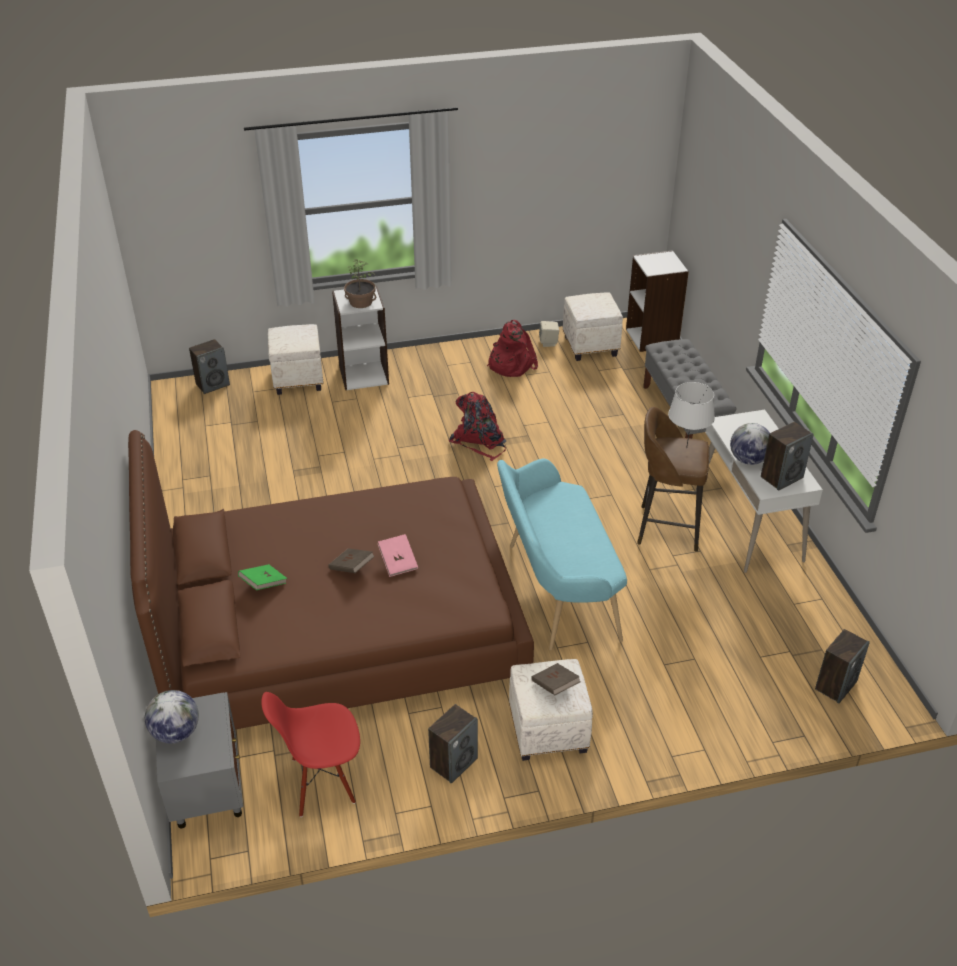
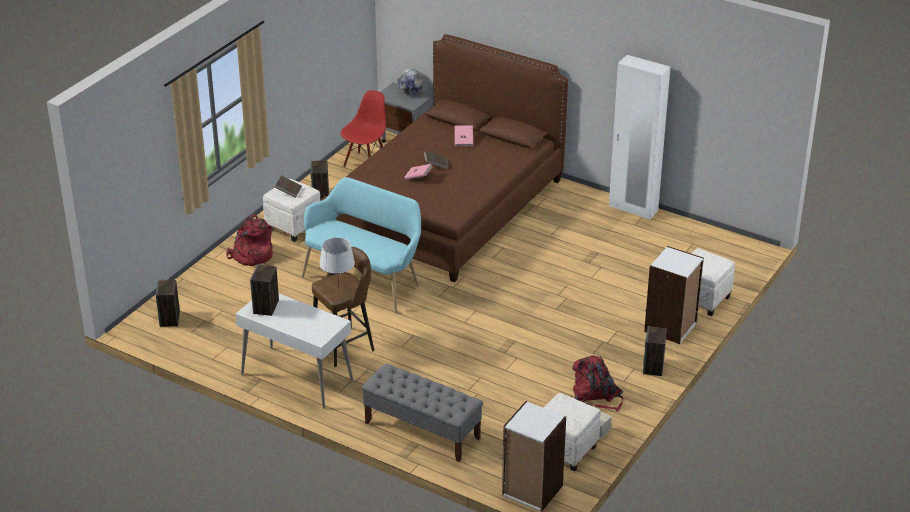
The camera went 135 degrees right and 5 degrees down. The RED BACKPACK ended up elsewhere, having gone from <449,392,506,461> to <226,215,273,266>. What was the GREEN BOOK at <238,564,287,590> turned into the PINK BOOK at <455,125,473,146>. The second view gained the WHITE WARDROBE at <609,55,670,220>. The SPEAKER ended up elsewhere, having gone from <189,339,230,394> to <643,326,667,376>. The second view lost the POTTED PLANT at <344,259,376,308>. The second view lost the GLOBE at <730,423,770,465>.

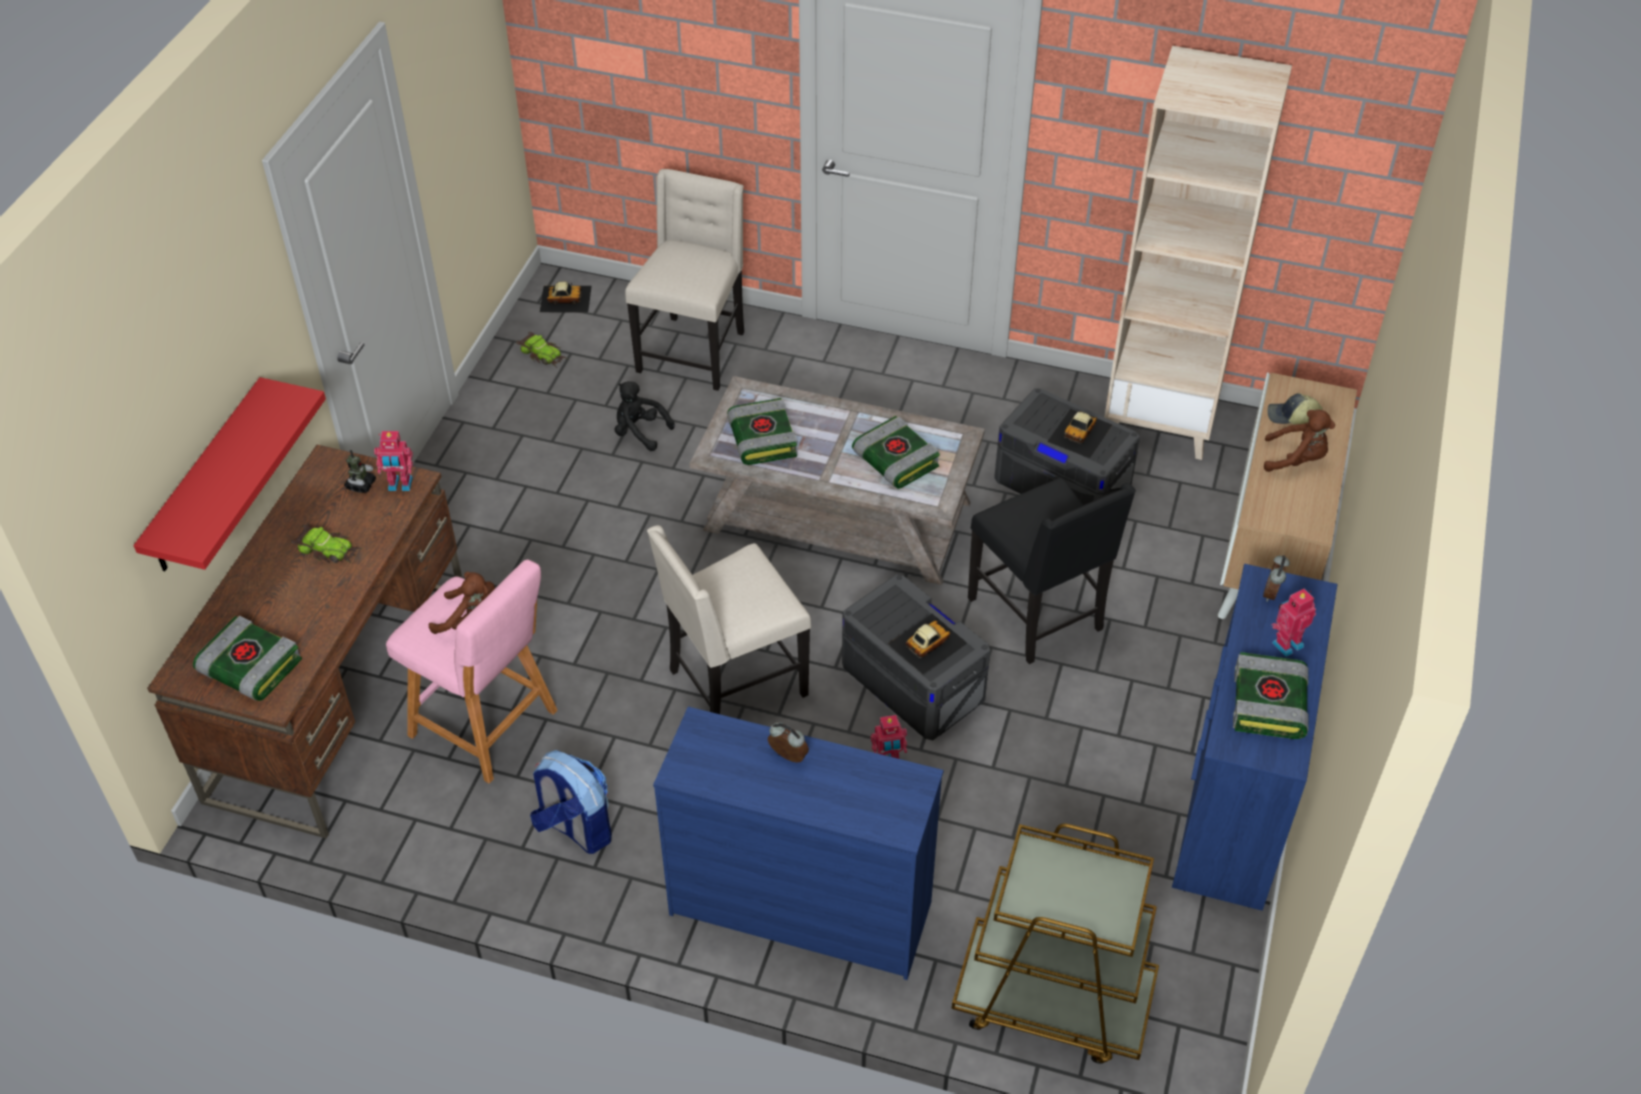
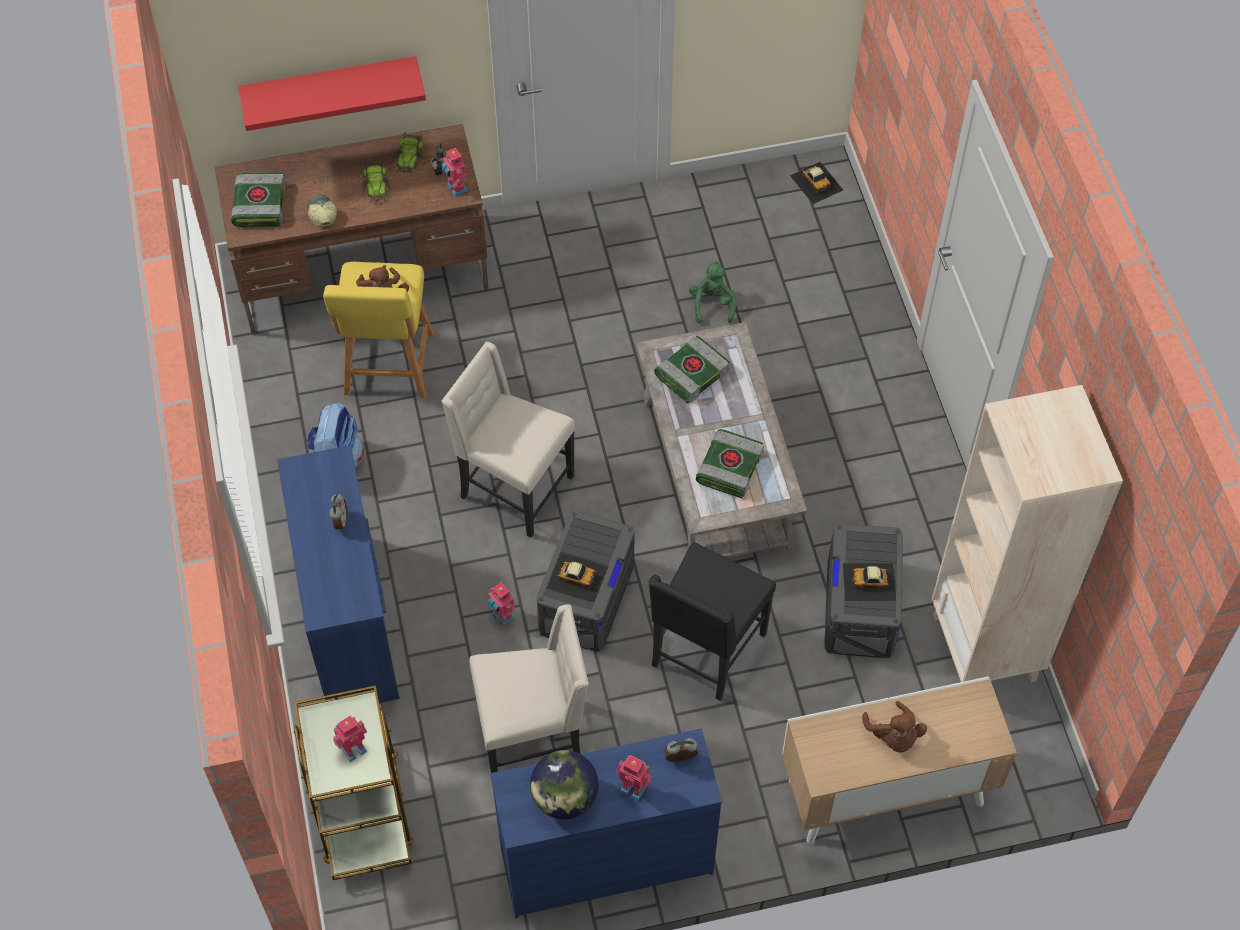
The camera went 60 degrees right and 10 degrees up. The CAP ended up elsewhere, having gone from <1267,393,1323,425> to <307,195,337,228>. What was the PINK STOOL at <386,560,558,784> turned into the YELLOW STOOL at <323,262,434,398>. The second view gained the TOY ROBOT at <333,715,367,762>. The TOY CAR ended up elsewhere, having gone from <516,332,568,367> to <393,132,423,175>. The BEIGE CHAIR ended up elsewhere, having gone from <625,169,744,391> to <469,604,589,773>. Where the BOOK stood at <1233,652,1308,739>, the GLOBE came to stand at <530,750,599,819>. What was the BLACK PLUSH TOY at <615,381,674,451> turned into the GREEN PLUSH TOY at <689,261,736,323>.

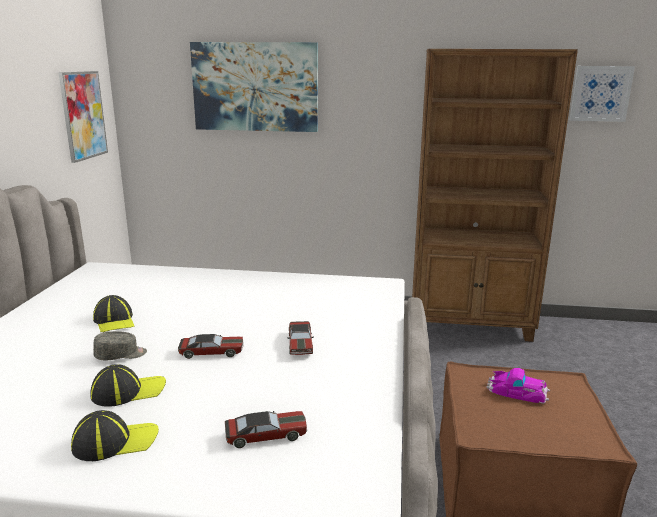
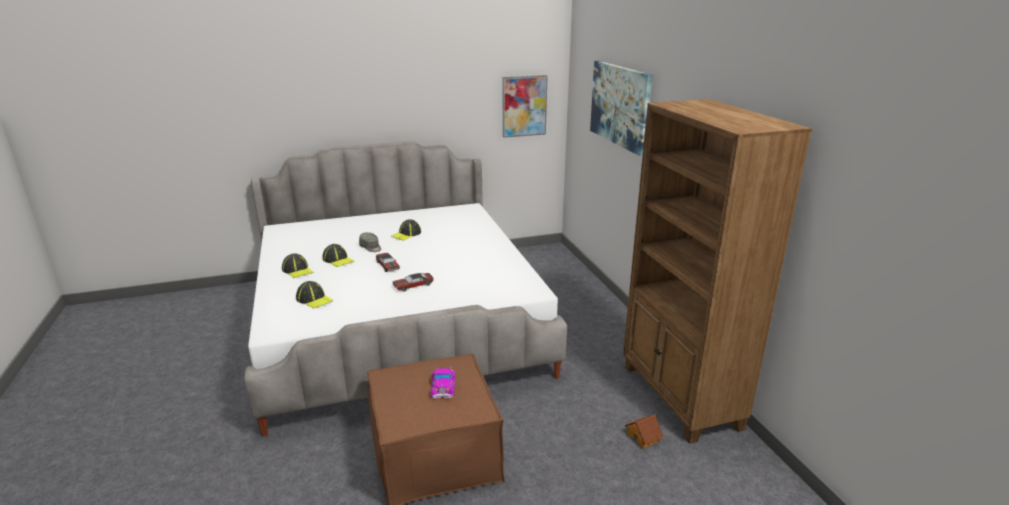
The camera went 65 degrees right and 5 degrees up. Where the TOY CAR stood at <225,411,307,448>, the CAP came to stand at <296,281,333,308>. The second view gained the TOY HOUSE at <625,414,663,449>. The second view lost the PICTURE at <570,66,635,122>.

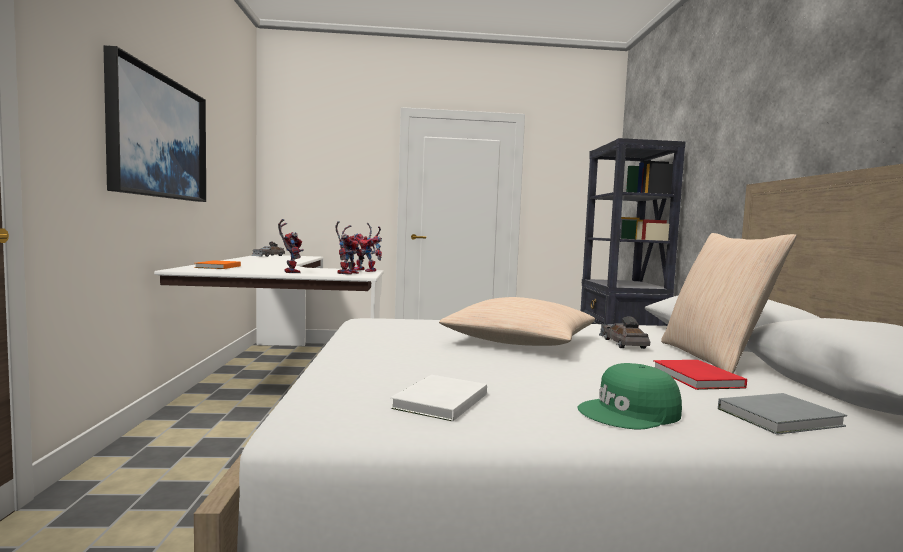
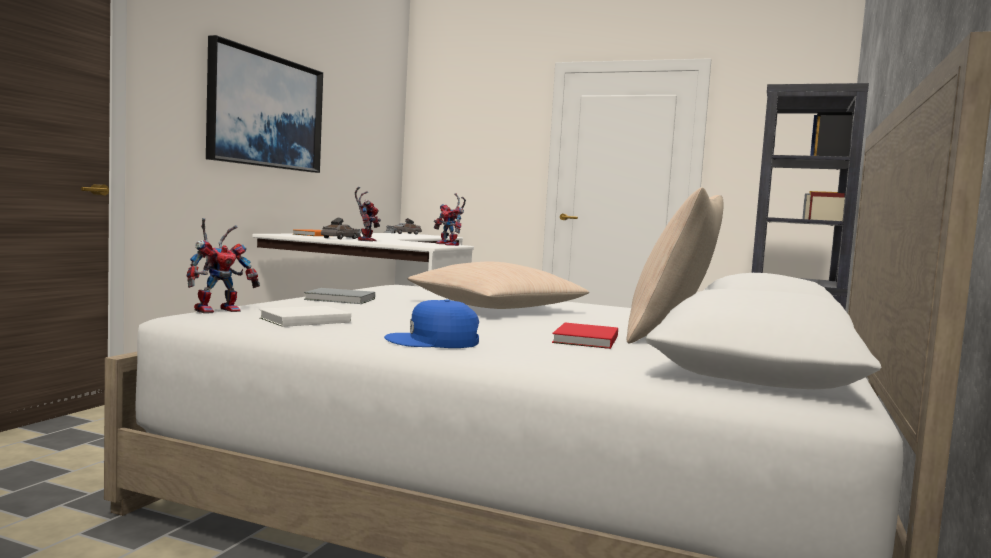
The camera went 25 degrees right and 0 degrees up. The TOY ROBOT ended up elsewhere, having gone from <335,221,365,275> to <187,218,260,314>. The GREY BOOK ended up elsewhere, having gone from <718,393,847,435> to <304,288,375,304>. The GREY TOY CAR ended up elsewhere, having gone from <599,316,650,349> to <321,218,361,239>. What was the GREEN CAP at <577,363,682,430> turned into the BLUE CAP at <384,299,479,348>.

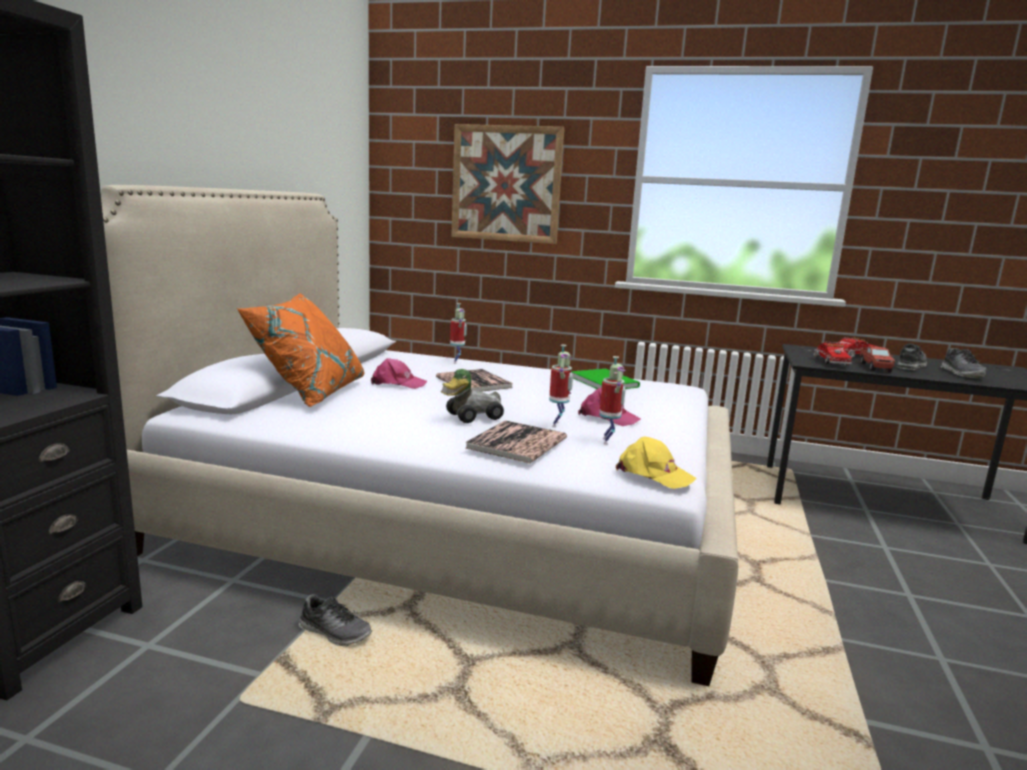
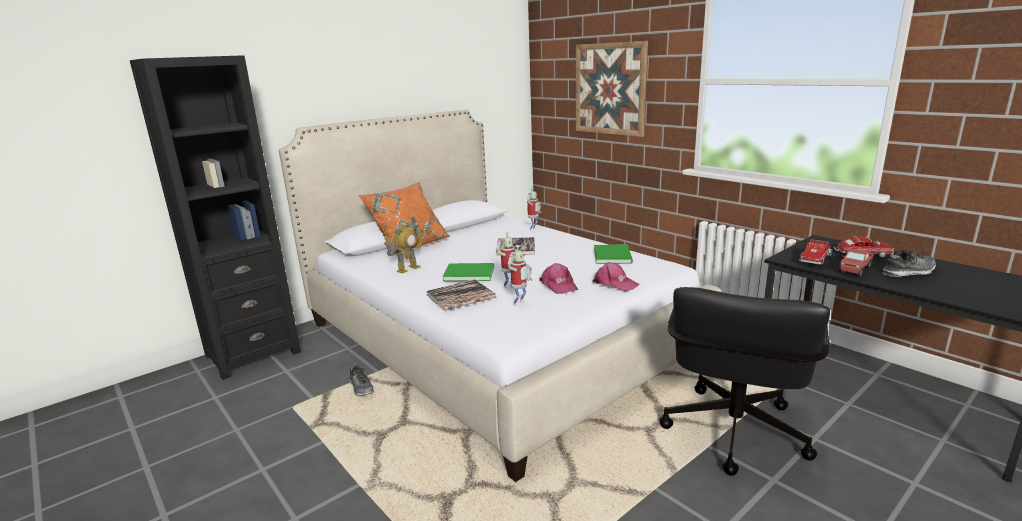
The camera went 35 degrees right and 5 degrees up. The second view gained the TOY ROBOT at <384,217,424,273>. Where the TOY CAR stood at <441,369,504,423>, the GREEN BOOK came to stand at <442,263,494,281>. The PINK CAP ended up elsewhere, having gone from <371,358,427,389> to <592,262,639,291>. The second view gained the BLACK OFFICE CHAIR at <659,287,830,476>. The second view lost the YELLOW CAP at <616,436,697,489>. The second view lost the SHOE at <940,348,987,379>.

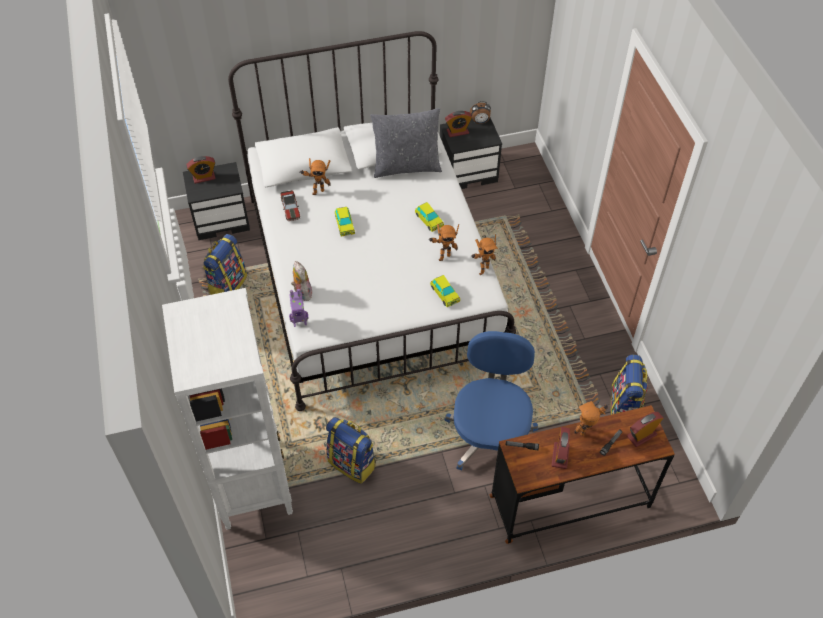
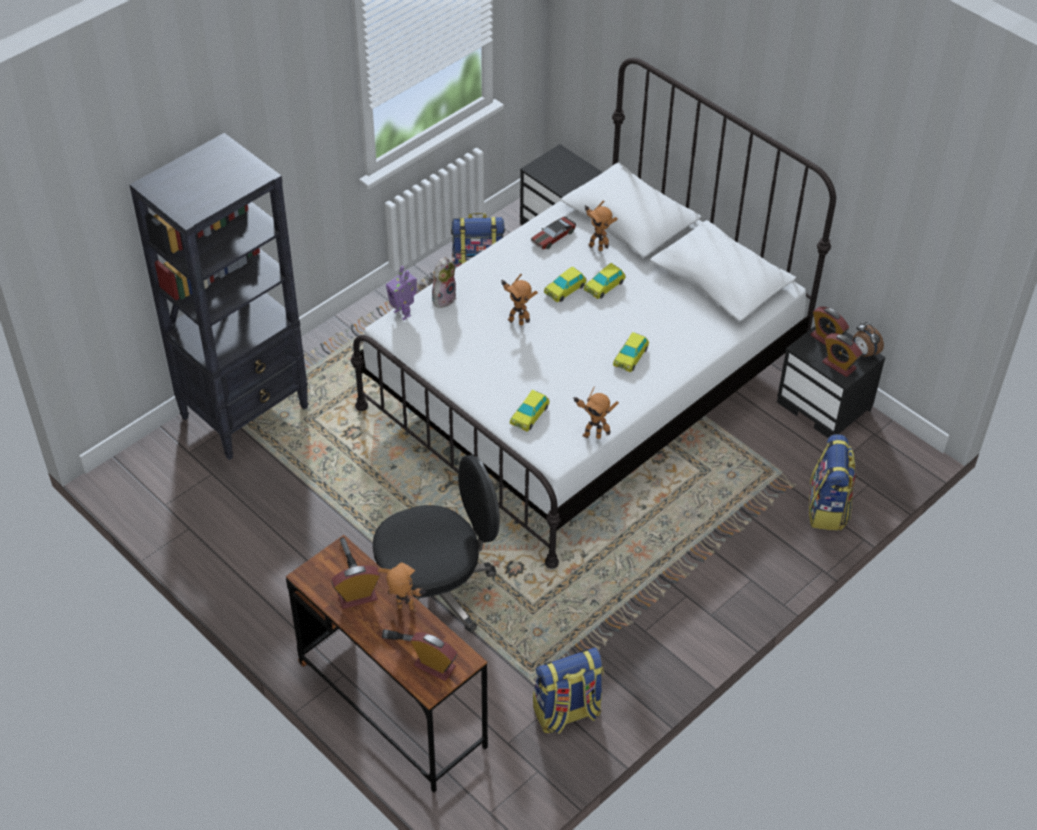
The camera went 60 degrees right and 5 degrees down. What was the WHITE BOOKCASE at <162,288,293,530> turned into the BLACK BOOKCASE at <130,133,309,460>. What was the BLUE OFFICE CHAIR at <445,331,538,470> turned into the BLACK OFFICE CHAIR at <373,455,500,633>. The TOY ROBOT ended up elsewhere, having gone from <429,224,459,261> to <501,274,538,326>. The second view gained the TOY CAR at <584,263,626,299>. The BACKPACK ended up elsewhere, having gone from <326,417,376,484> to <809,434,856,531>. The ALARM CLOCK ended up elsewhere, having gone from <186,156,216,184> to <822,333,862,377>. The second view lost the GREY PILLOW at <370,108,442,178>.

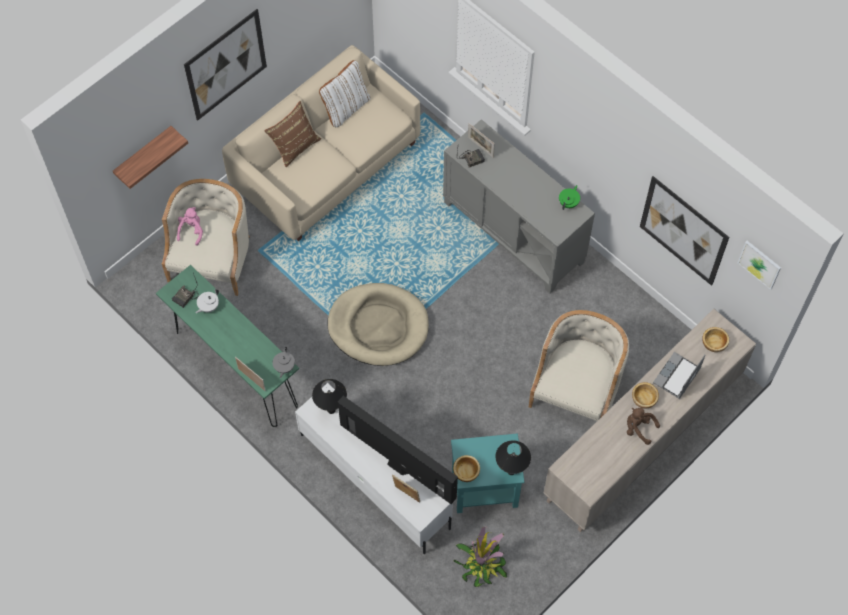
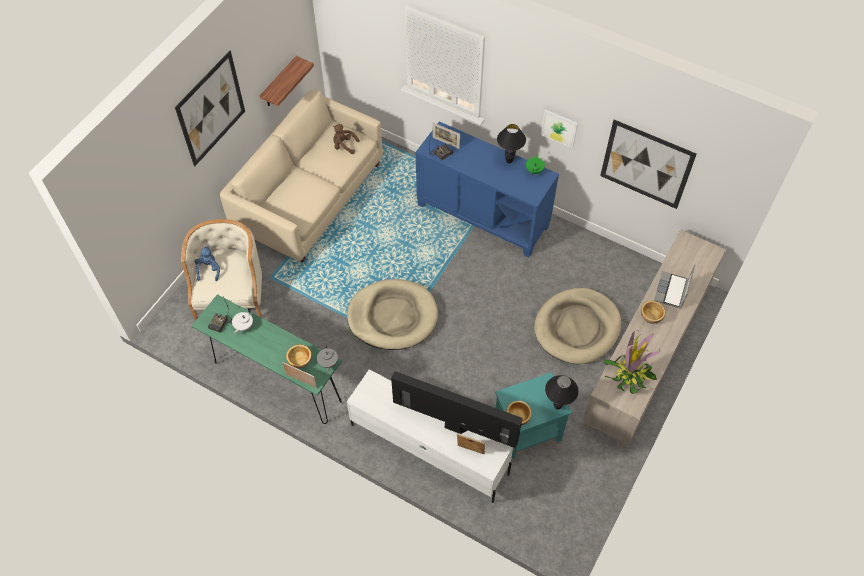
The camera went 15 degrees left and 5 degrees down. What was the PINK PLUSH TOY at <177,207,203,246> turned into the BLUE PLUSH TOY at <195,246,220,281>. The SHELF ended up elsewhere, having gone from <113,126,188,189> to <260,56,314,106>. The BOWL ended up elsewhere, having gone from <702,327,729,352> to <286,344,312,368>. The BROWN PLUSH TOY ended up elsewhere, having gone from <627,408,660,445> to <333,124,360,154>. What was the GREY CABINET at <443,119,595,294> turned into the BLUE CABINET at <416,121,559,257>. The BLACK TABLE LAMP ended up elsewhere, having gone from <312,379,347,414> to <497,124,526,164>. Where the BEIGE ARMCHAIR stood at <529,310,629,421>, the BEIGE DOG BED came to stand at <534,288,621,364>. The PICTURE ended up elsewhere, having gone from <738,241,781,290> to <541,109,578,148>. The POTTED PLANT ended up elsewhere, having gone from <454,526,507,587> to <602,330,660,394>. The second view lost the BROWN PILLOW at <264,101,321,168>. The second view lost the WHITE PILLOW at <319,60,371,127>.

